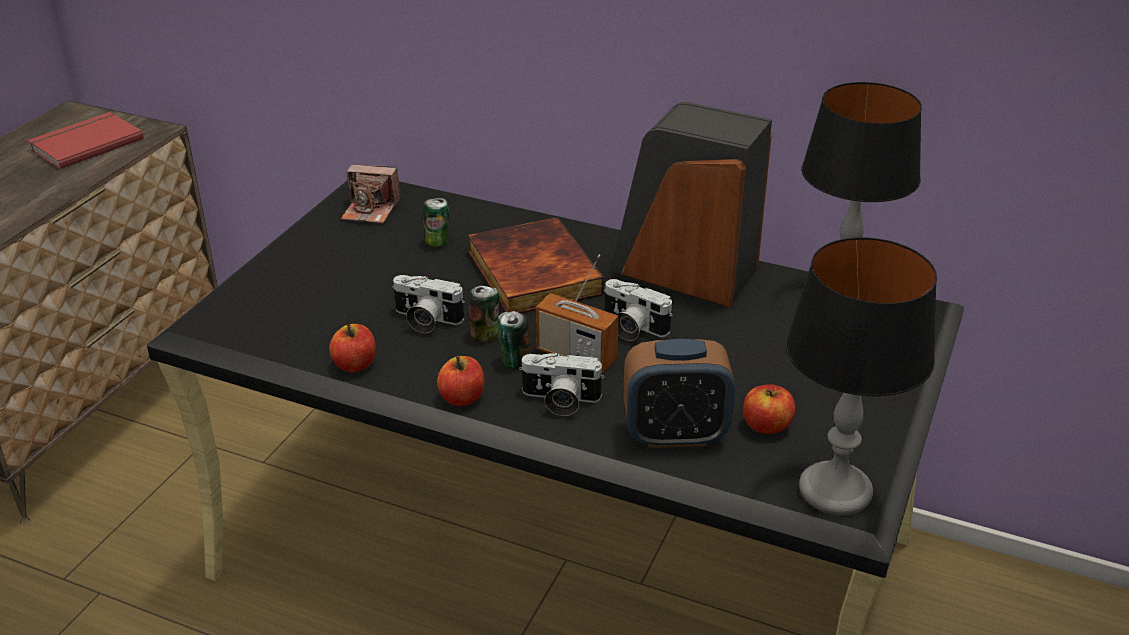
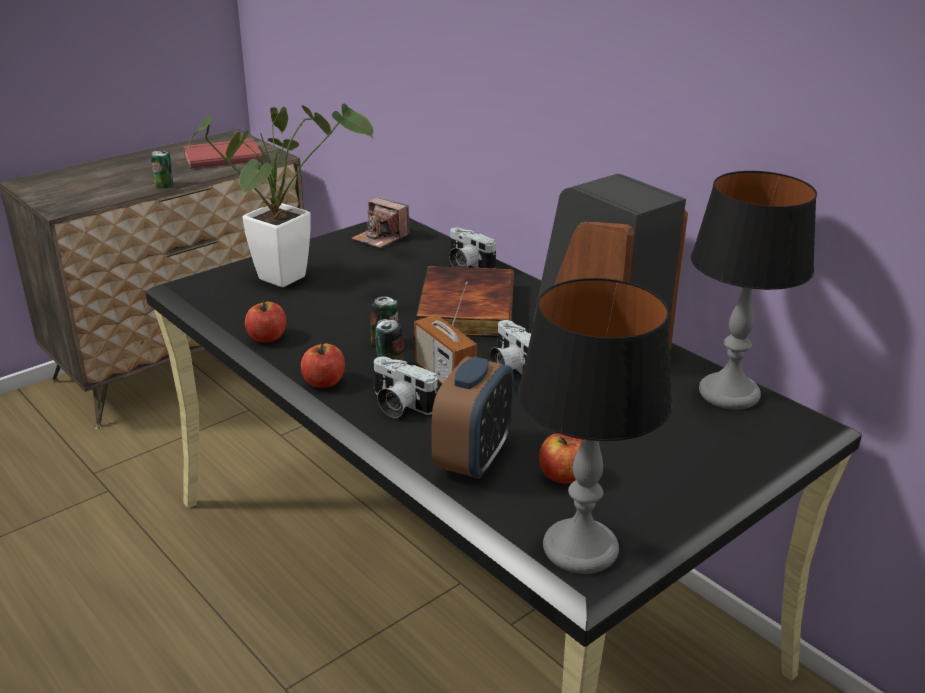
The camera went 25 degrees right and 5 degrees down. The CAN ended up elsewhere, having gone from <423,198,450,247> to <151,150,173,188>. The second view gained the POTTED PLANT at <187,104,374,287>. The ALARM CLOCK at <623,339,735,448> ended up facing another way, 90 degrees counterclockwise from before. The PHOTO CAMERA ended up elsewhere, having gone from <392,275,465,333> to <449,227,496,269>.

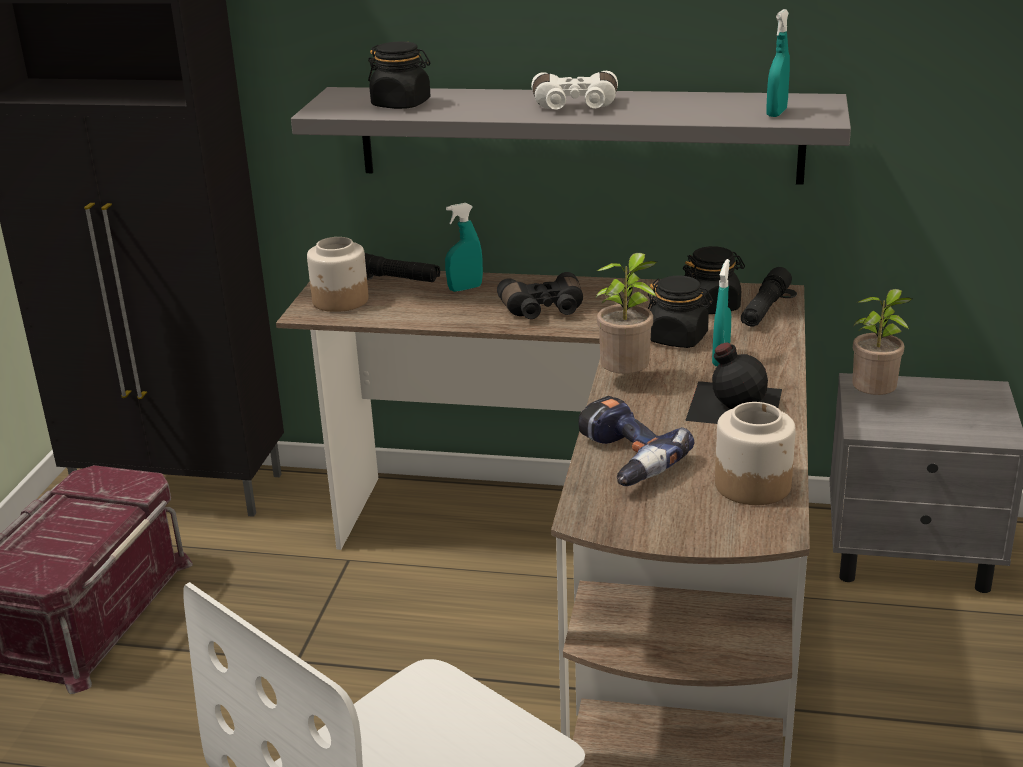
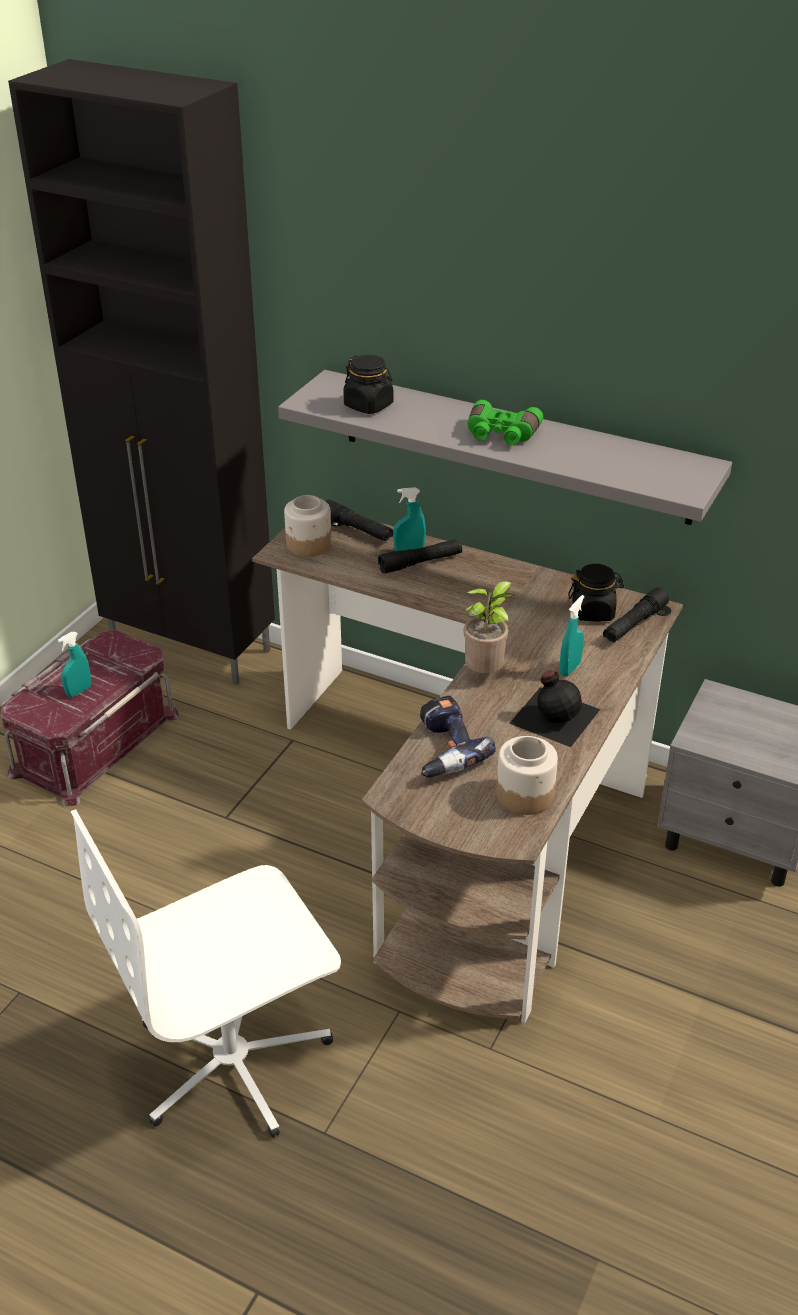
The camera went 15 degrees right and 10 degrees up. The TURQUOISE SPRAY BOTTLE ended up elsewhere, having gone from <767,9,790,117> to <58,632,91,697>. The second view gained the BLACK FLASHLIGHT at <378,539,462,574>. What was the WHITE BINOCULARS at <531,71,618,110> turned into the GREEN BINOCULARS at <468,400,543,445>. The second view lost the BLACK BINOCULARS at <497,272,583,319>. The second view lost the BLACK JAR at <647,276,713,348>. The second view lost the POTTED PLANT at <852,289,913,395>.

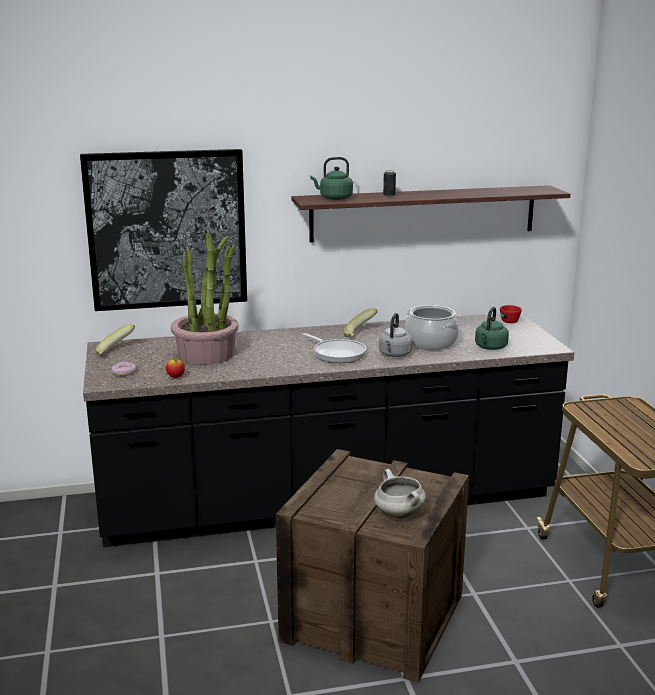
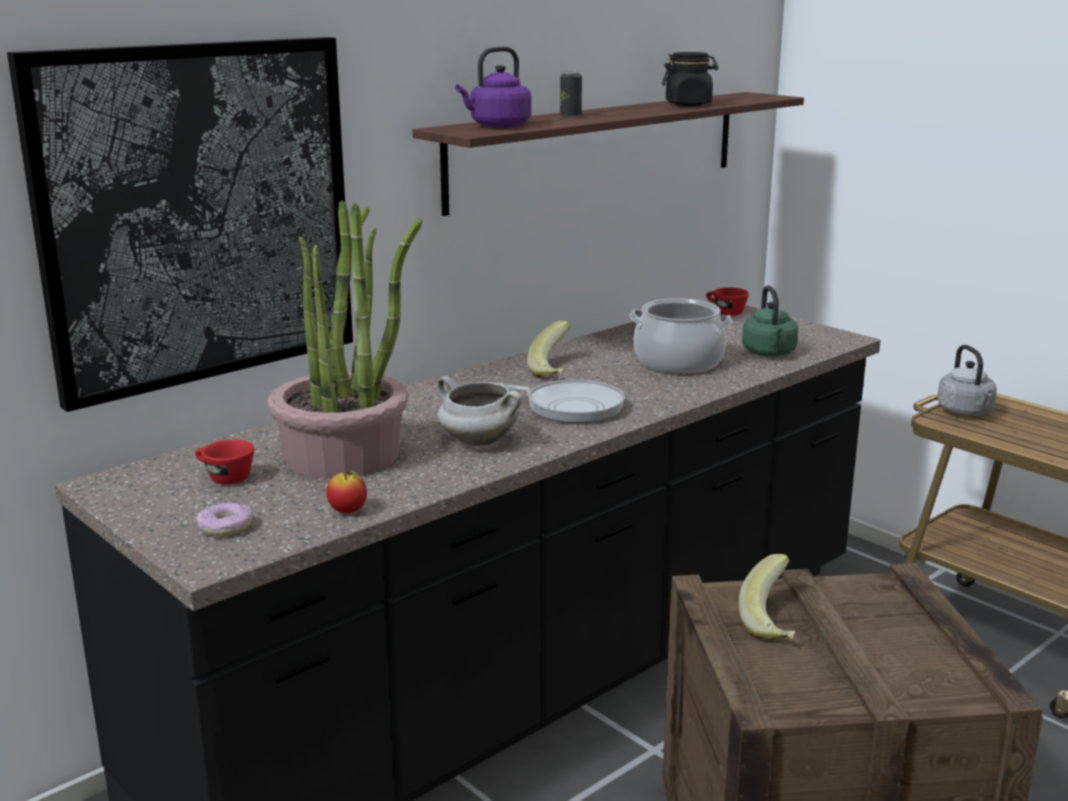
The camera went 30 degrees left and 0 degrees up. The second view gained the RED CUP at <195,439,254,485>. The WHITE COOKING POT ended up elsewhere, having gone from <374,469,426,519> to <437,376,522,446>. What was the GREEN KETTLE at <310,157,353,200> turned into the PURPLE KETTLE at <455,47,531,128>. The second view gained the BLACK JAR at <662,52,719,106>. The BANANA ended up elsewhere, having gone from <96,324,135,355> to <739,554,796,639>. The GREY KETTLE ended up elsewhere, having gone from <379,313,412,357> to <937,345,997,416>.

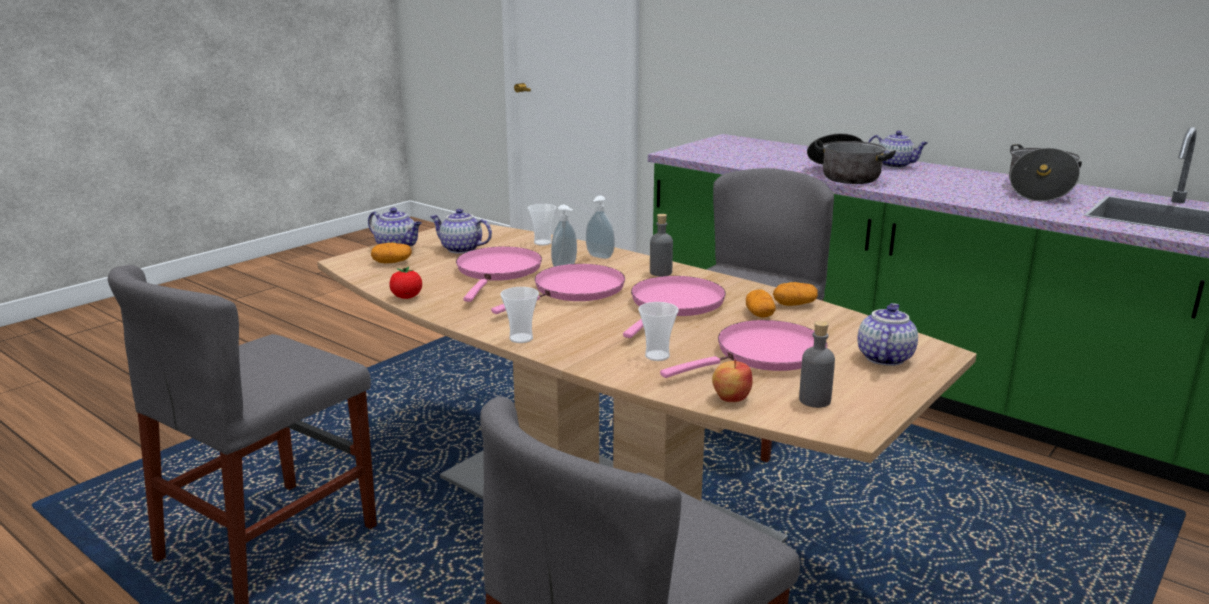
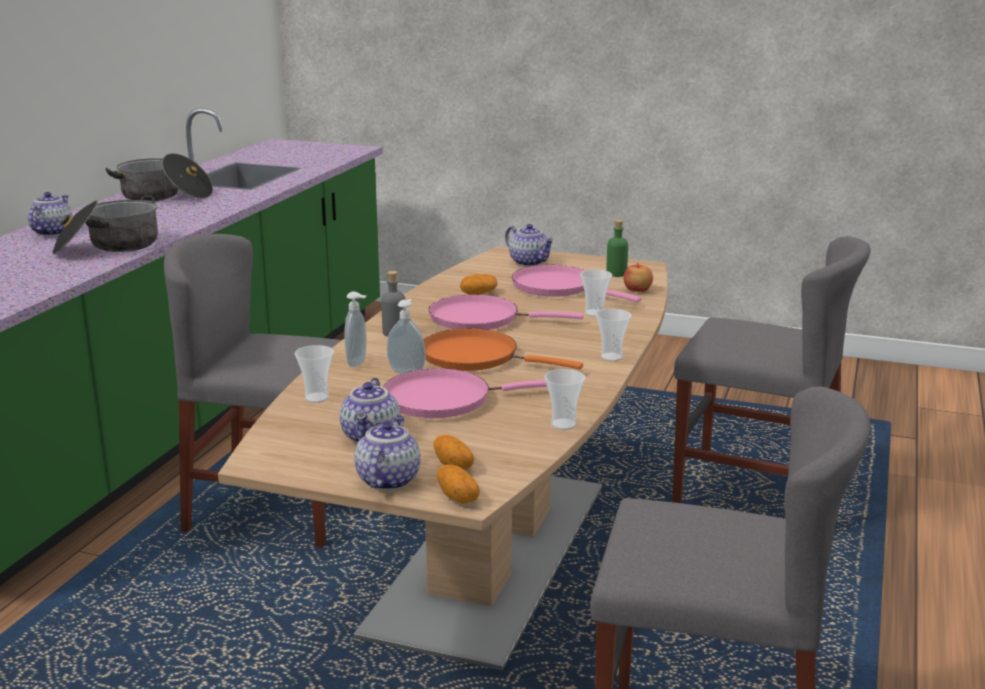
The camera went 110 degrees left and 0 degrees up. What was the PINK FRYING PAN at <491,264,625,314> turned into the ORANGE FRYING PAN at <424,328,583,371>. The POTATO ended up elsewhere, having gone from <773,282,818,306> to <437,465,480,504>. The TEAPOT at <857,303,918,366> ended up facing another way, 135 degrees counterclockwise from before. Where the TOMATO stood at <389,266,422,299>, the CUP came to stand at <544,369,586,430>. What was the GREY BOTTLE at <799,321,835,408> turned into the GREEN BOTTLE at <606,219,628,277>.

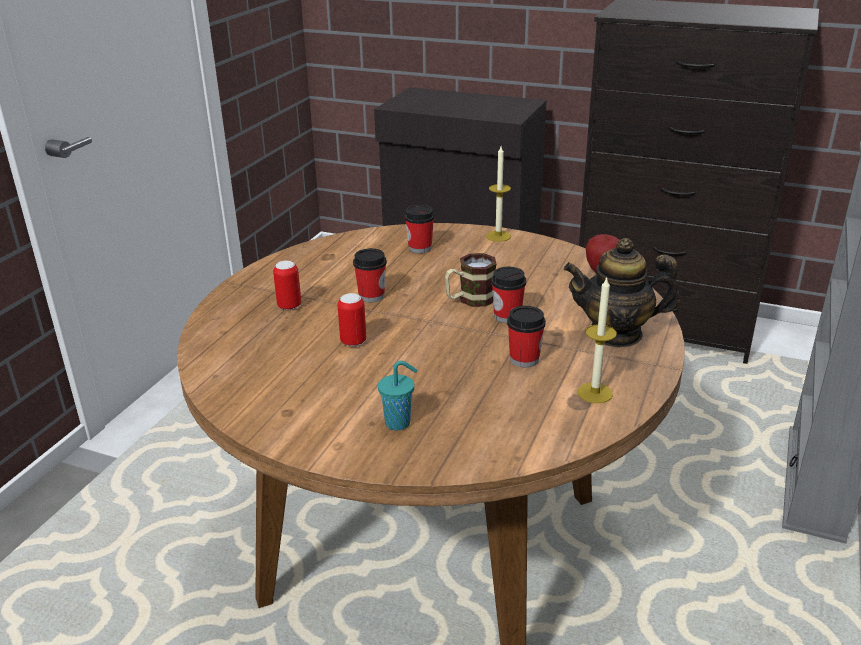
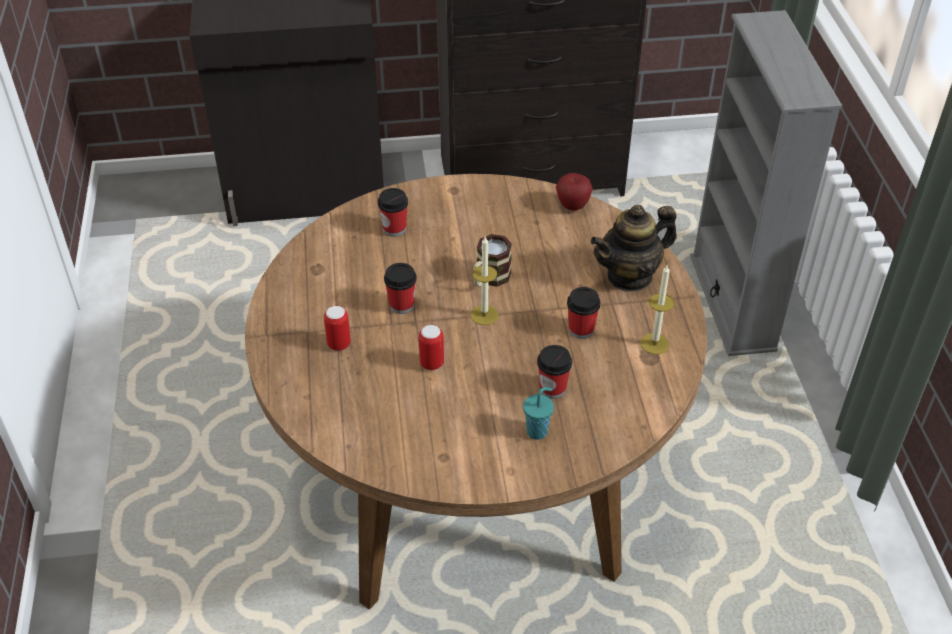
The camera went 30 degrees left and 15 degrees up. The CANDLE ended up elsewhere, having gone from <486,146,511,242> to <471,237,499,325>. The CUP ended up elsewhere, having gone from <491,267,526,323> to <537,345,572,399>.

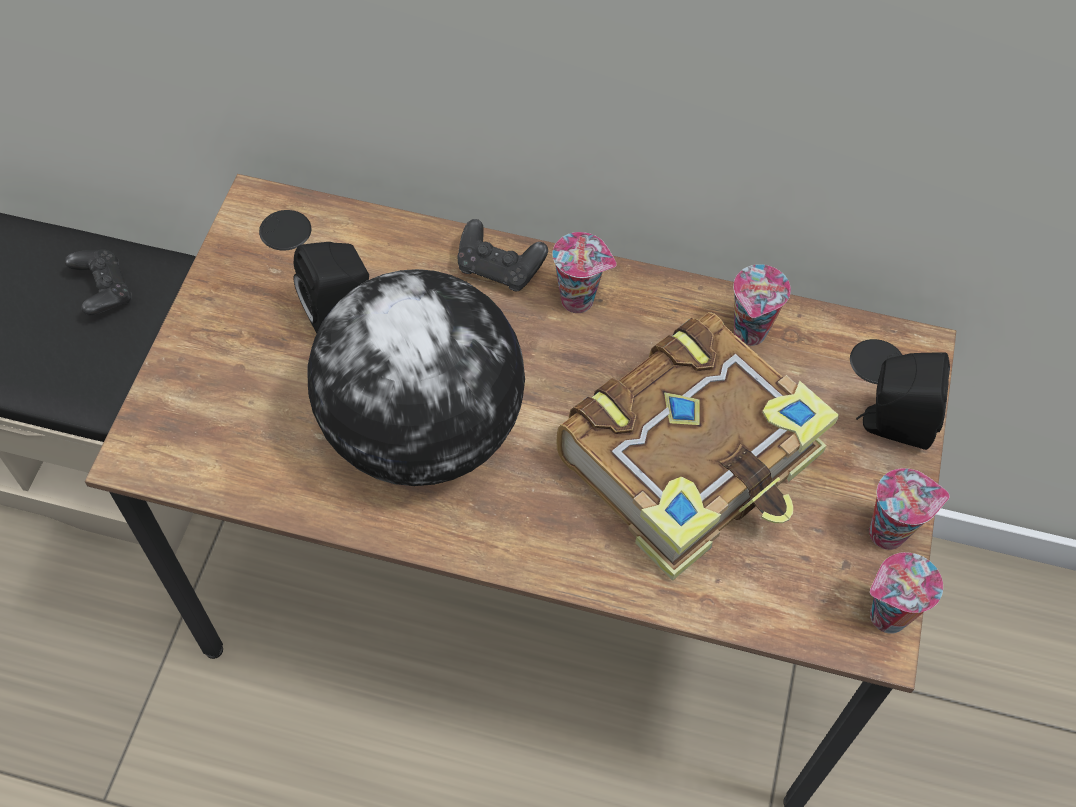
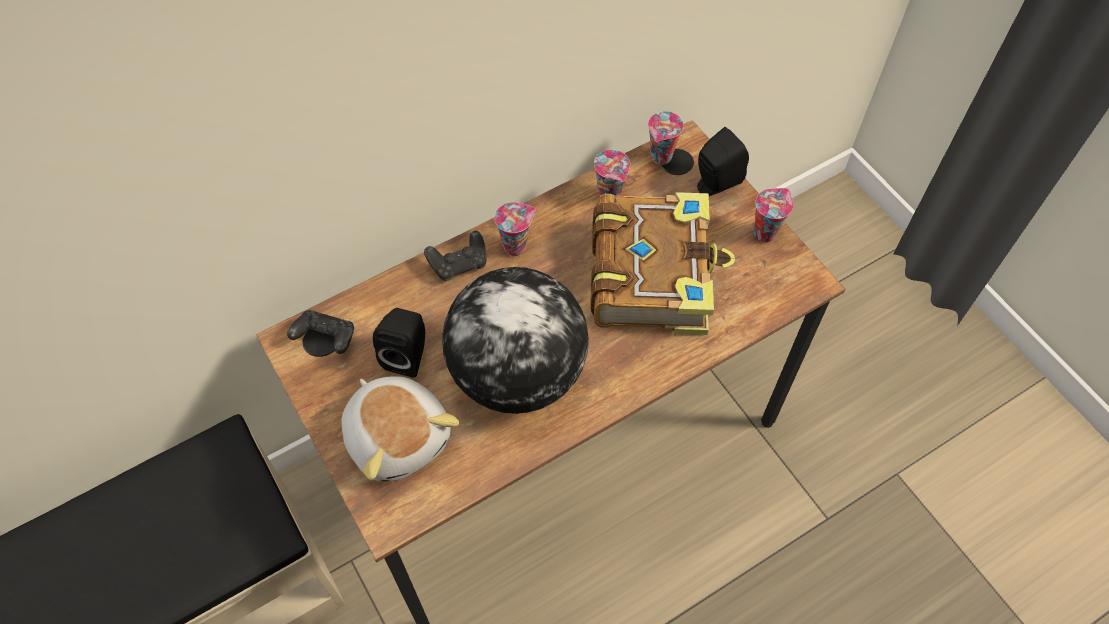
The camera went 45 degrees left and 0 degrees up. The BLACK GAME CONTROLLER ended up elsewhere, having gone from <65,249,132,315> to <287,310,354,354>. The second view gained the PLUSH TOY at <341,376,459,482>. The CUP ended up elsewhere, having gone from <870,552,943,634> to <648,111,684,165>.

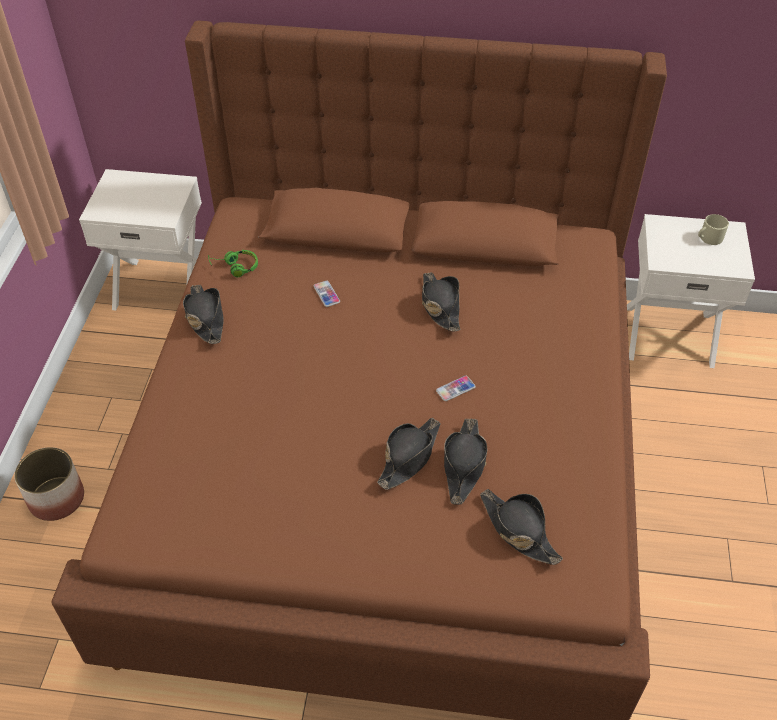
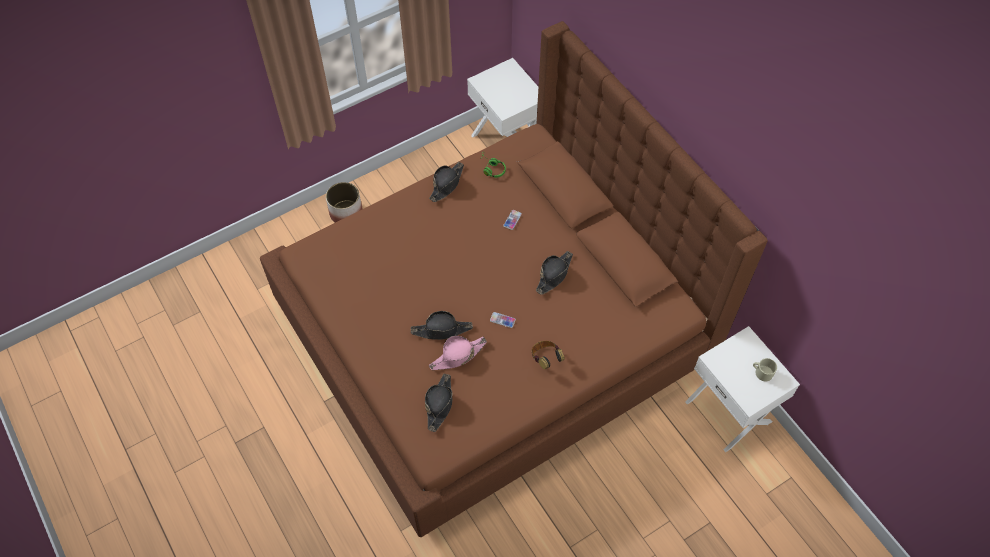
The camera went 50 degrees right and 10 degrees up. What was the BLACK HAT at <444,418,487,505> turned into the PINK HAT at <429,336,487,370>. The second view gained the HEADPHONES at <532,341,565,369>.

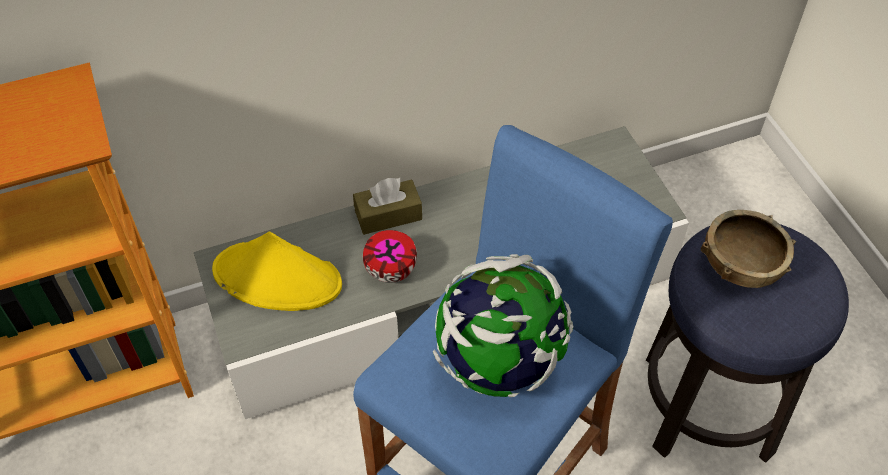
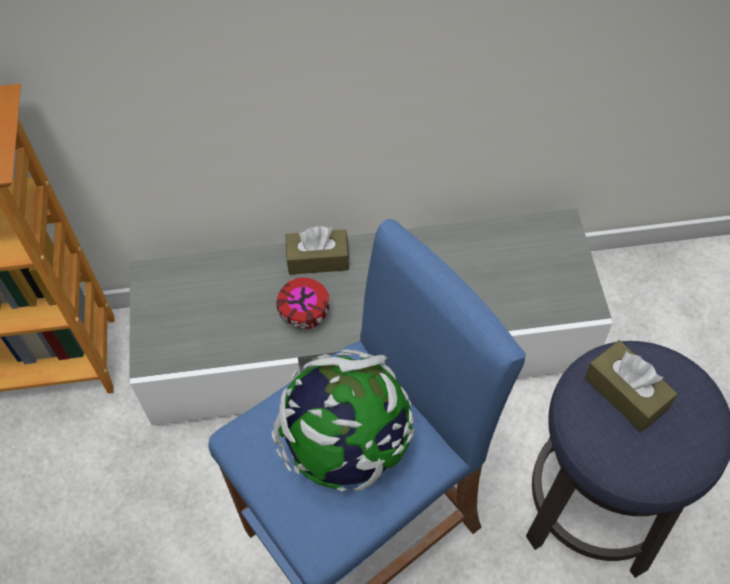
The camera went 15 degrees right and 5 degrees up. Where the BROWN BOWL stood at <701,210,796,288>, the BROWN TISSUE BOX came to stand at <585,340,678,432>. The second view lost the YELLOW HAT at <212,232,342,311>.

